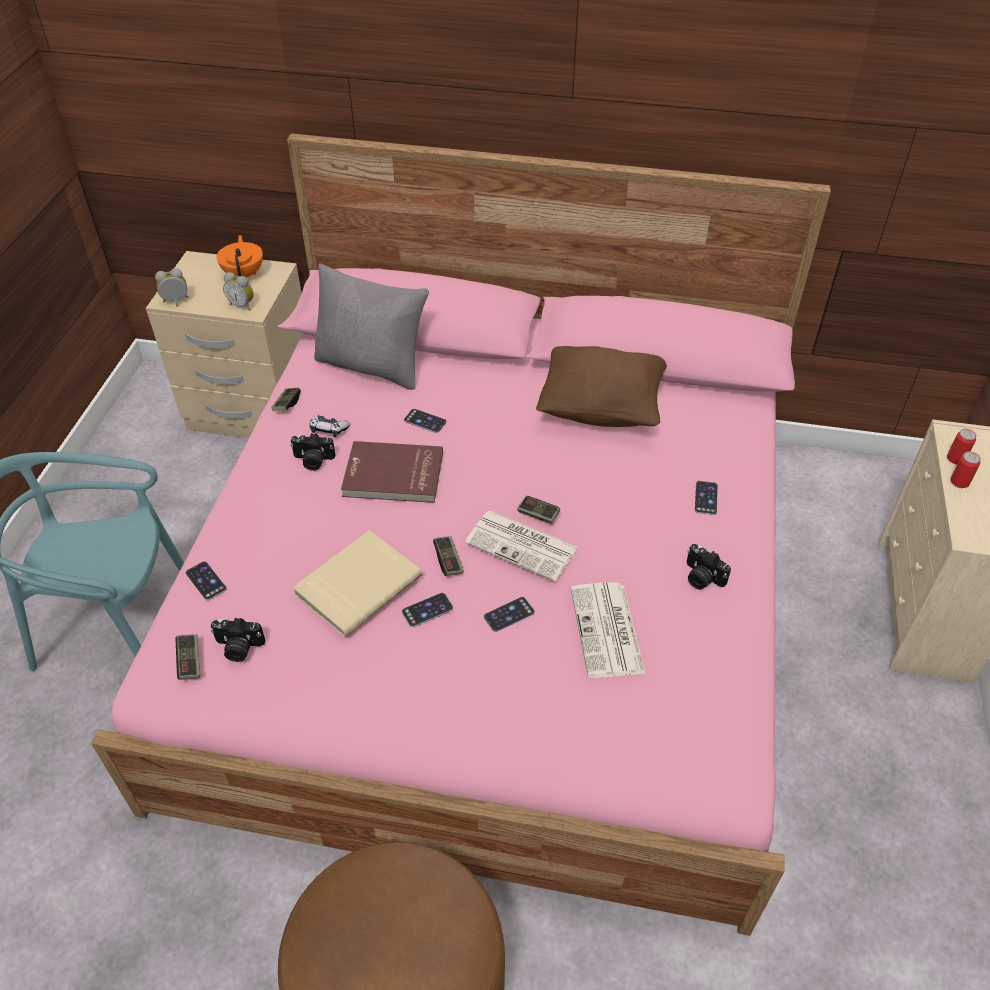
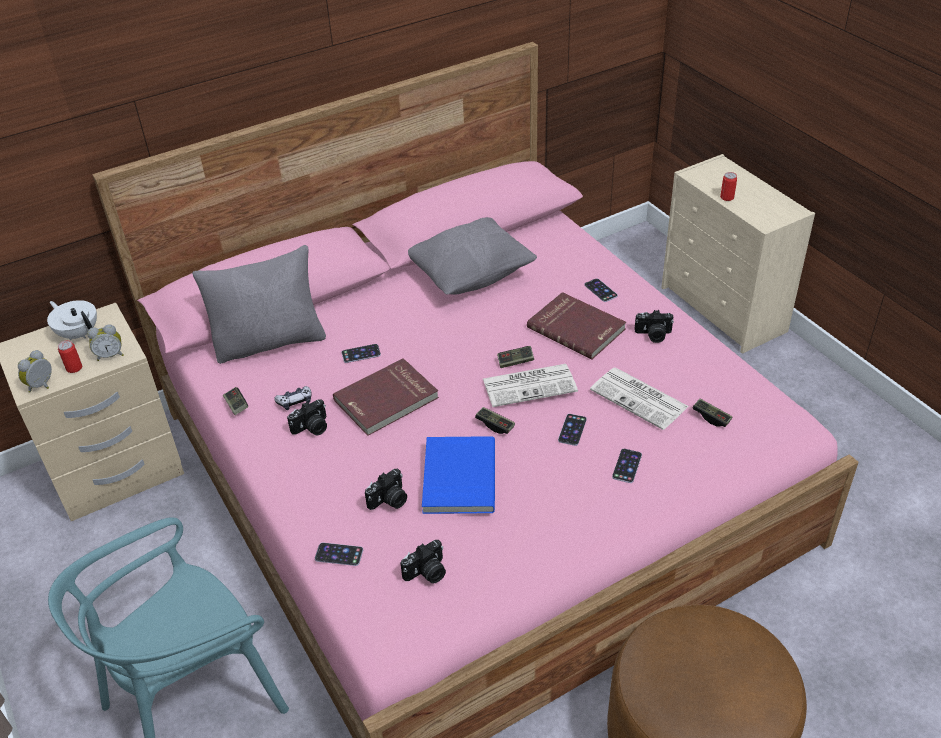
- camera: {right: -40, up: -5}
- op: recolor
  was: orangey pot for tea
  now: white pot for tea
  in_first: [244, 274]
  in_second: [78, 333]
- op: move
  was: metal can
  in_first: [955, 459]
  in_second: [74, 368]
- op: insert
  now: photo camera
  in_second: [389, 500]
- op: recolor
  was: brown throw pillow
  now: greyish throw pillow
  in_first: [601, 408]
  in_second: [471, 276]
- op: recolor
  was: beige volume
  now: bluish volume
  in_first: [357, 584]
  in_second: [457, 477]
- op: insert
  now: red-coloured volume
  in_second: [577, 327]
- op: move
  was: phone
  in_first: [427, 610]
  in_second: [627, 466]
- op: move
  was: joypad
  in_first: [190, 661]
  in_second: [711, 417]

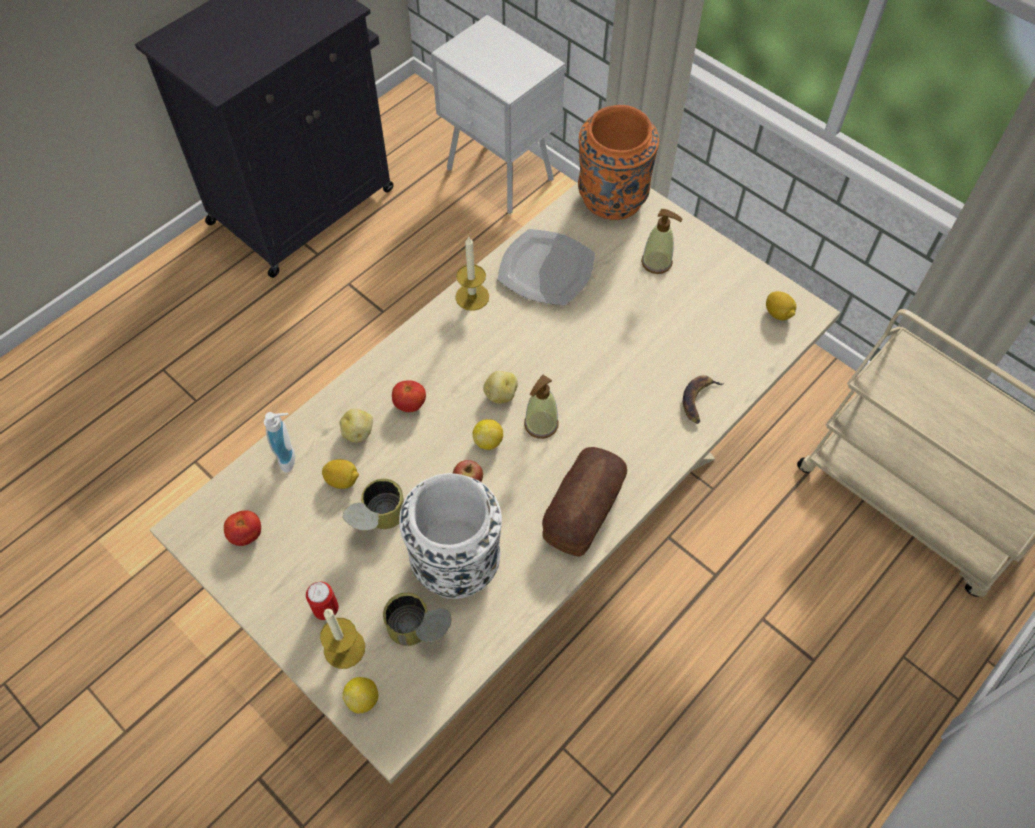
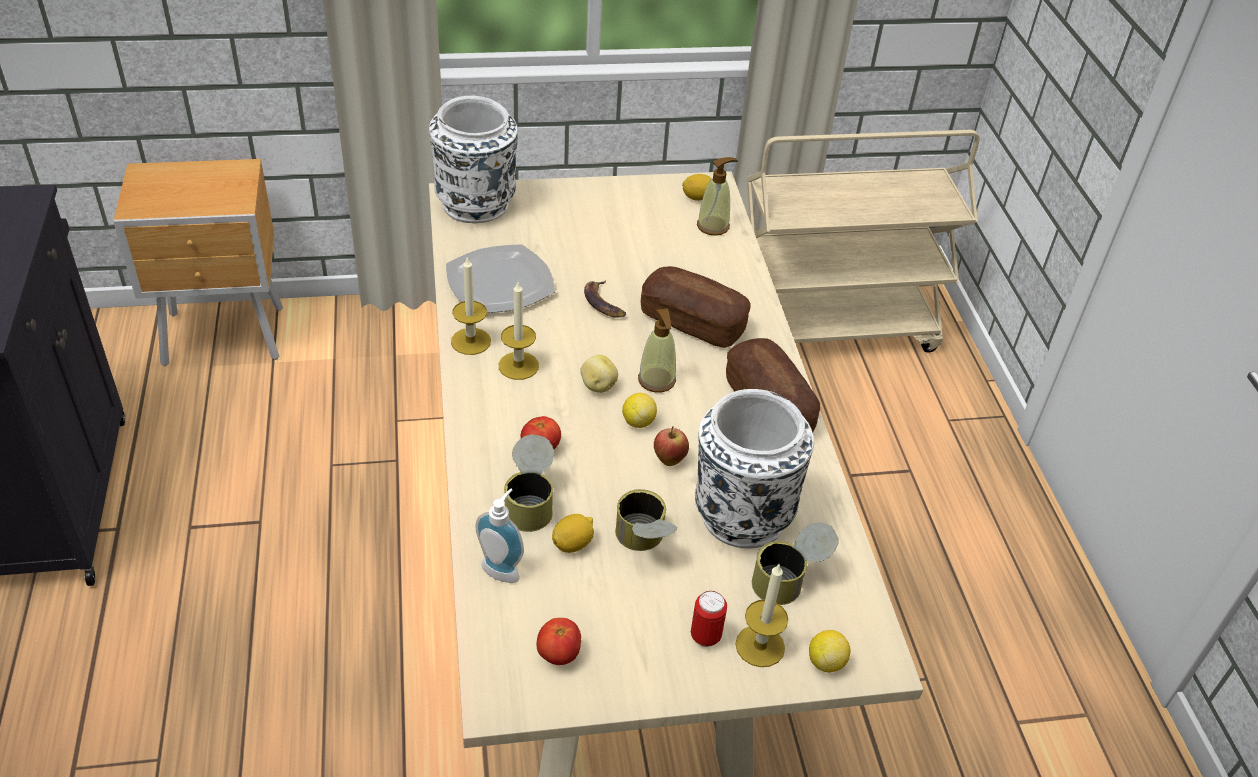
- camera: {right: -55, up: -15}
- op: recolor
  was: white bedside table
  now: brown bedside table
  in_first: [500, 176]
  in_second: [227, 338]
- op: recolor
  was: orangey vase
  now: white vase
  in_first: [612, 199]
  in_second: [476, 205]
- op: insert
  now: wax candle
  in_second: [518, 366]
- op: replace
  was: potato
  now: metal can
  in_first: [358, 432]
  in_second: [531, 501]
- op: move
  was: banana fruit
  in_first: [699, 400]
  in_second: [604, 303]
- op: insert
  now: bread
  in_second: [693, 322]
- op: move
  was: soap bottle
  in_first: [657, 262]
  in_second: [713, 226]

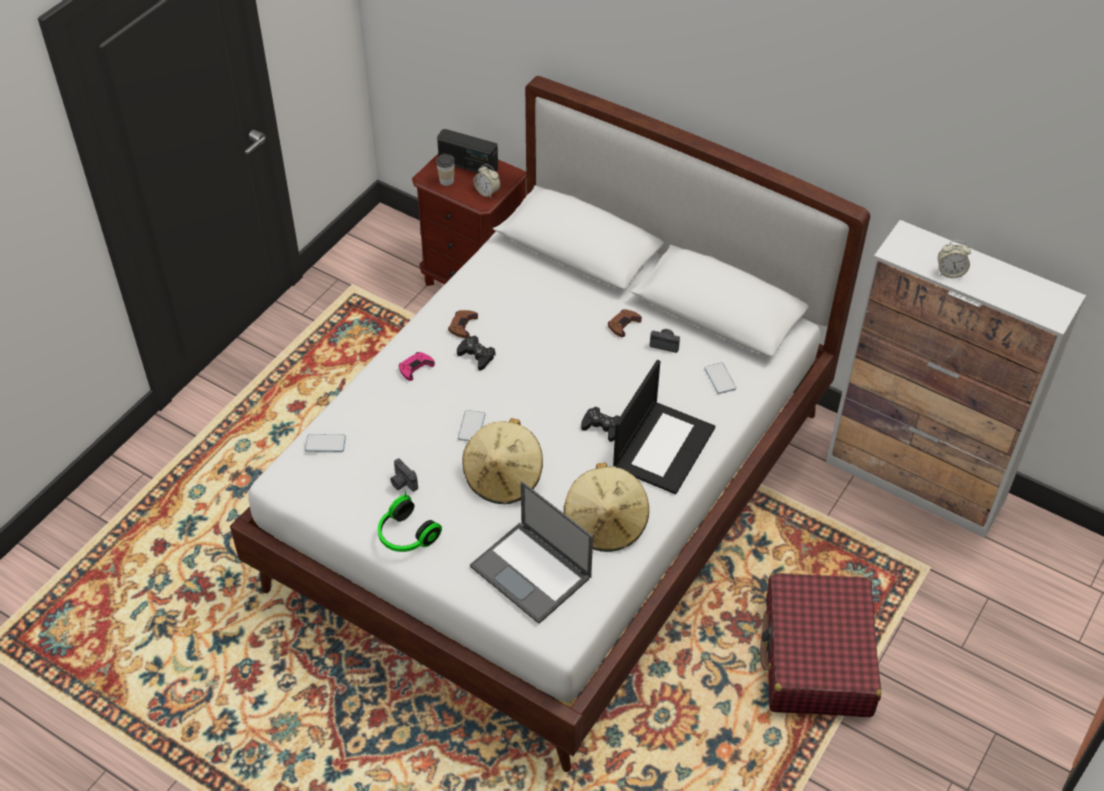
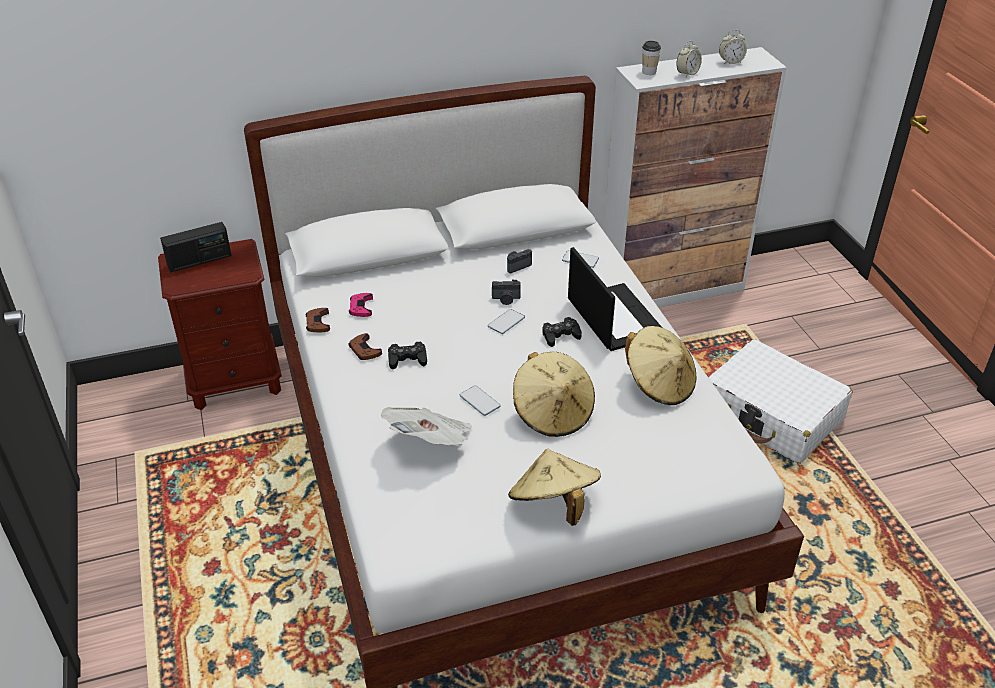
- camera: {right: -50, up: -10}
- op: move
  was: brown joypad
  in_first: [623, 324]
  in_second: [318, 323]
- op: move
  was: pinkish joypad
  in_first: [415, 367]
  in_second: [361, 307]
- op: insert
  now: newspaper
  in_second: [430, 442]
- op: move
  was: phone
  in_first: [325, 444]
  in_second: [506, 322]
- op: move
  was: photo camera
  in_first: [402, 483]
  in_second: [506, 299]
- op: replace
  was: pair of headphones
  now: beige hat
  in_first: [405, 536]
  in_second: [553, 505]
- op: move
  was: cup
  in_first: [446, 181]
  in_second: [649, 72]
- op: recolor
  was: red-coloured piece of luggage
  now: white piece of luggage
  in_first: [817, 657]
  in_second: [772, 415]
- op: move
  was: table clock
  in_first: [487, 192]
  in_second: [730, 62]
- op: delete
  was: portable computer
  in_first: [532, 572]

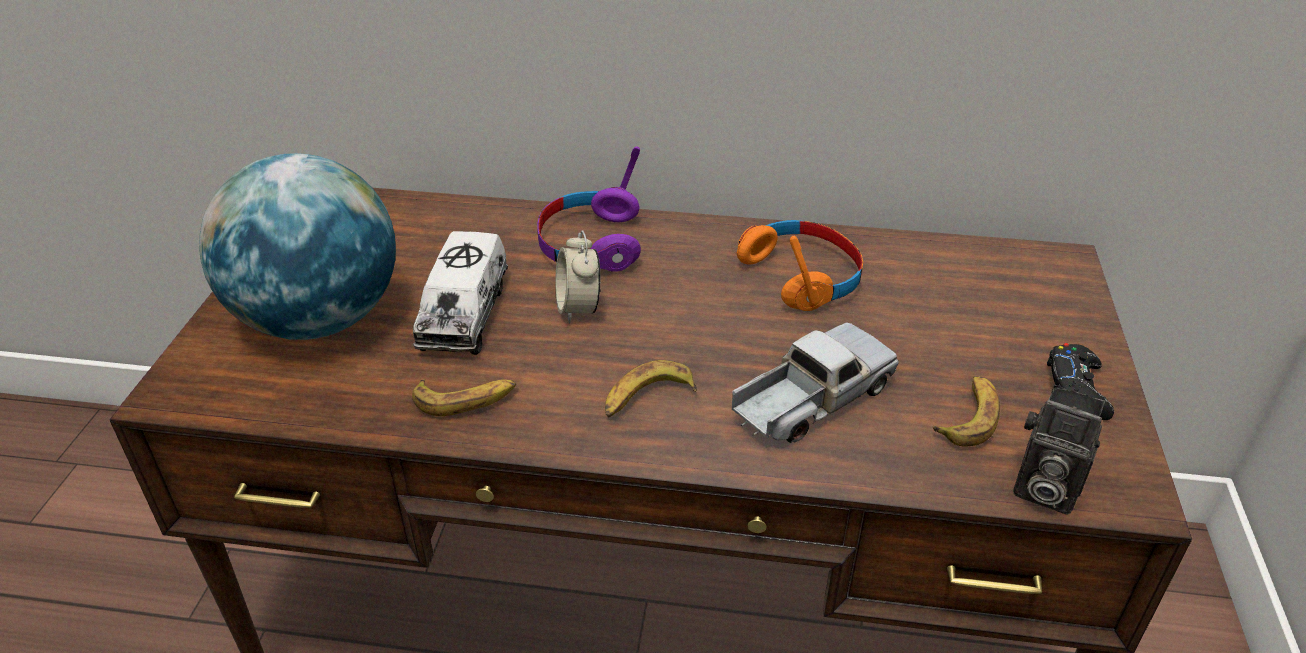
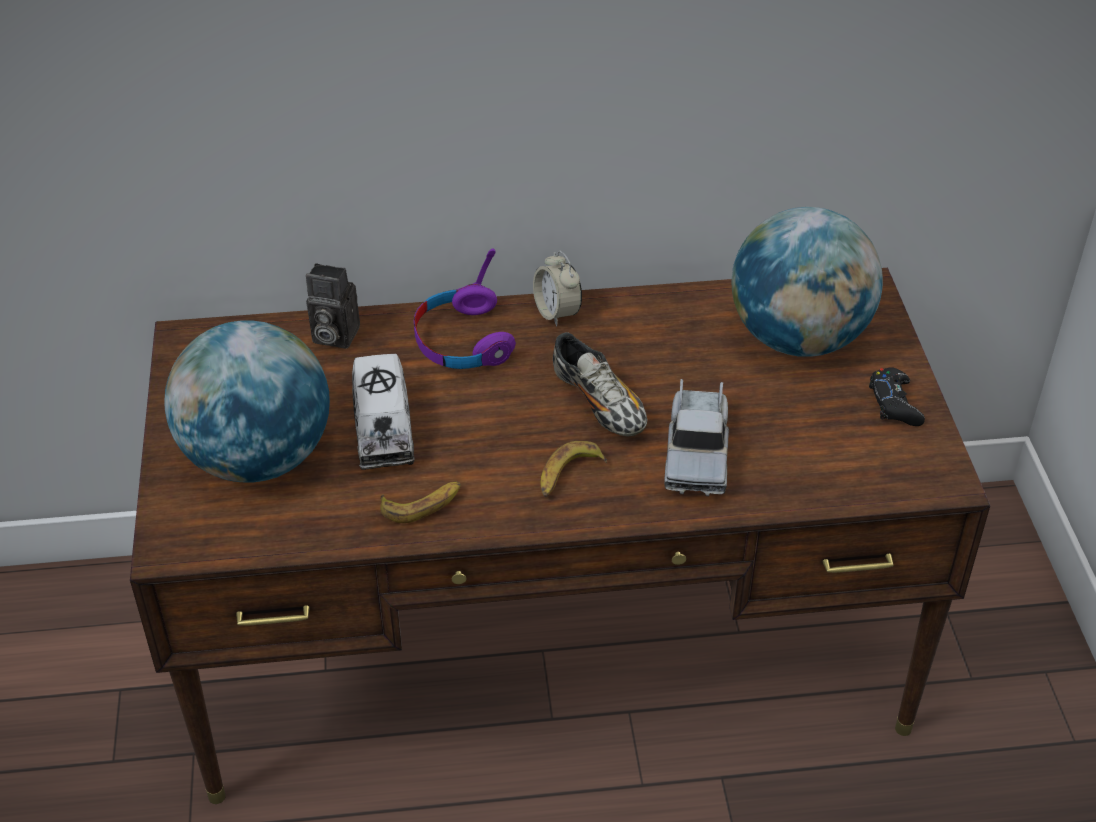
- camera: {right: -15, up: 5}
- op: move
  was: photo camera
  in_first: [1041, 489]
  in_second: [332, 335]
- op: move
  was: table clock
  in_first: [578, 308]
  in_second: [557, 312]
- op: insert
  now: shoe
  in_second: [599, 404]
- op: rotate
  was: toy truck
  in_first: [810, 400]
  in_second: [696, 451]
  clockwise: 150
- op: insert
  now: world globe
  in_second: [798, 338]
- op: delete
  was: orangey pair of headphones
  in_first: [801, 275]
- op: delete
  was: banana fruit
  in_first: [968, 416]

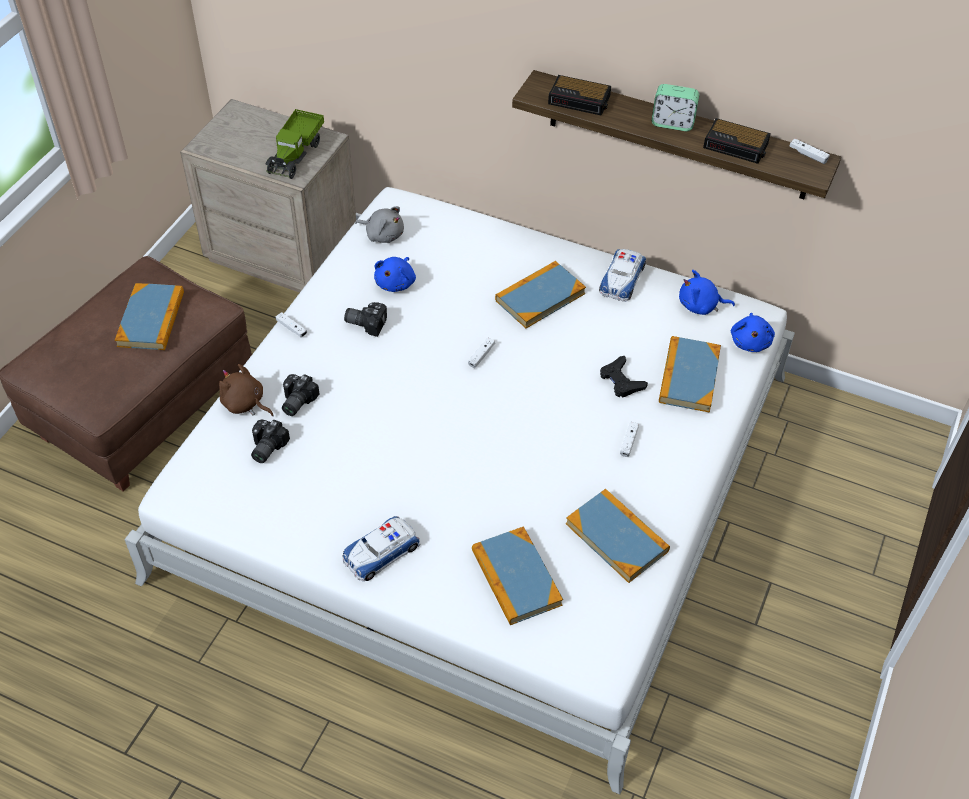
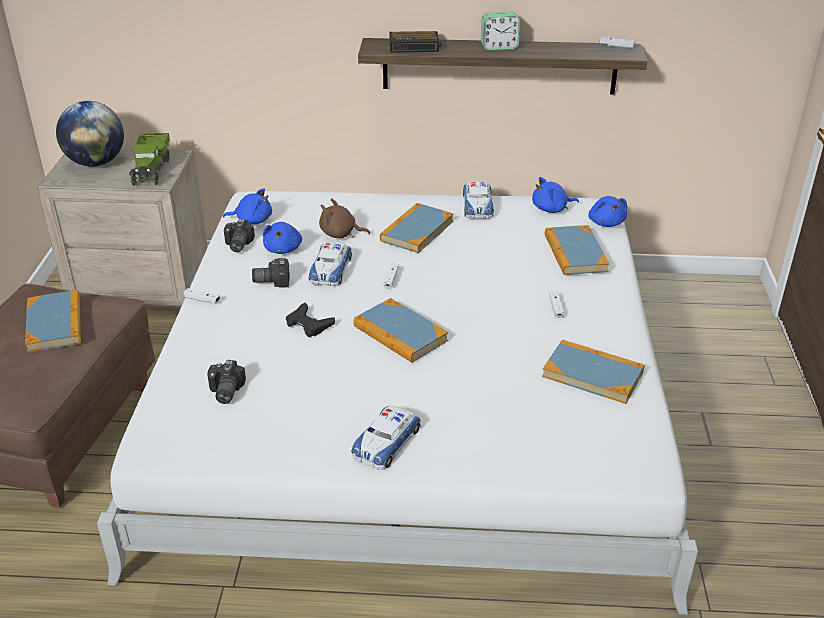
- camera: {right: -20, up: -15}
- op: insert
  now: world globe
  in_second: [96, 163]
- op: recolor
  was: greyish cuddly toy
  now: bluish cuddly toy
  in_first: [383, 234]
  in_second: [252, 220]
- op: move
  was: photo camera
  in_first: [295, 401]
  in_second: [237, 245]
- op: move
  was: black joypad
  in_first: [621, 381]
  in_second: [308, 324]
- op: insert
  now: toy car
  in_second: [330, 270]
- op: move
  was: brown cuddly toy
  in_first: [245, 404]
  in_second: [340, 234]
- op: move
  was: volume
  in_first: [516, 578]
  in_second: [400, 334]
- op: delete
  was: table clock
  in_first: [737, 146]

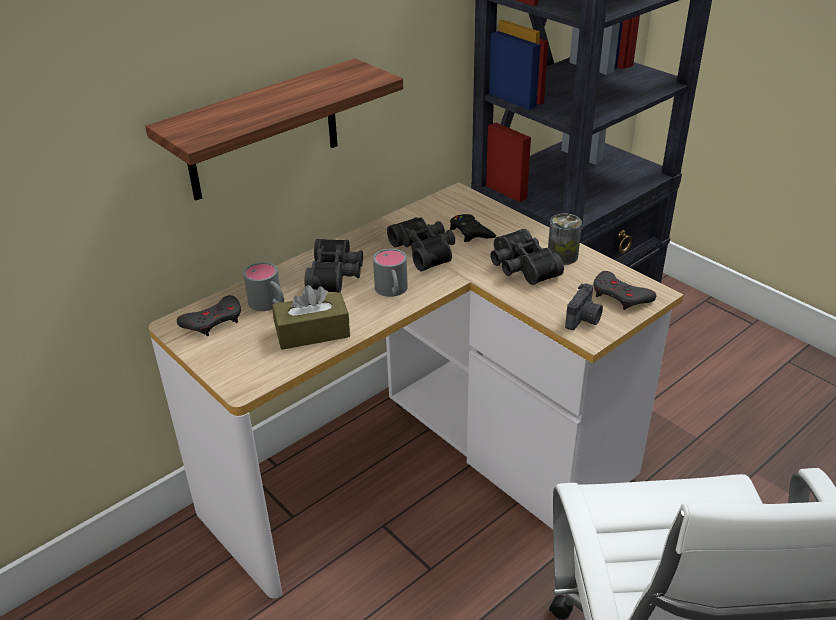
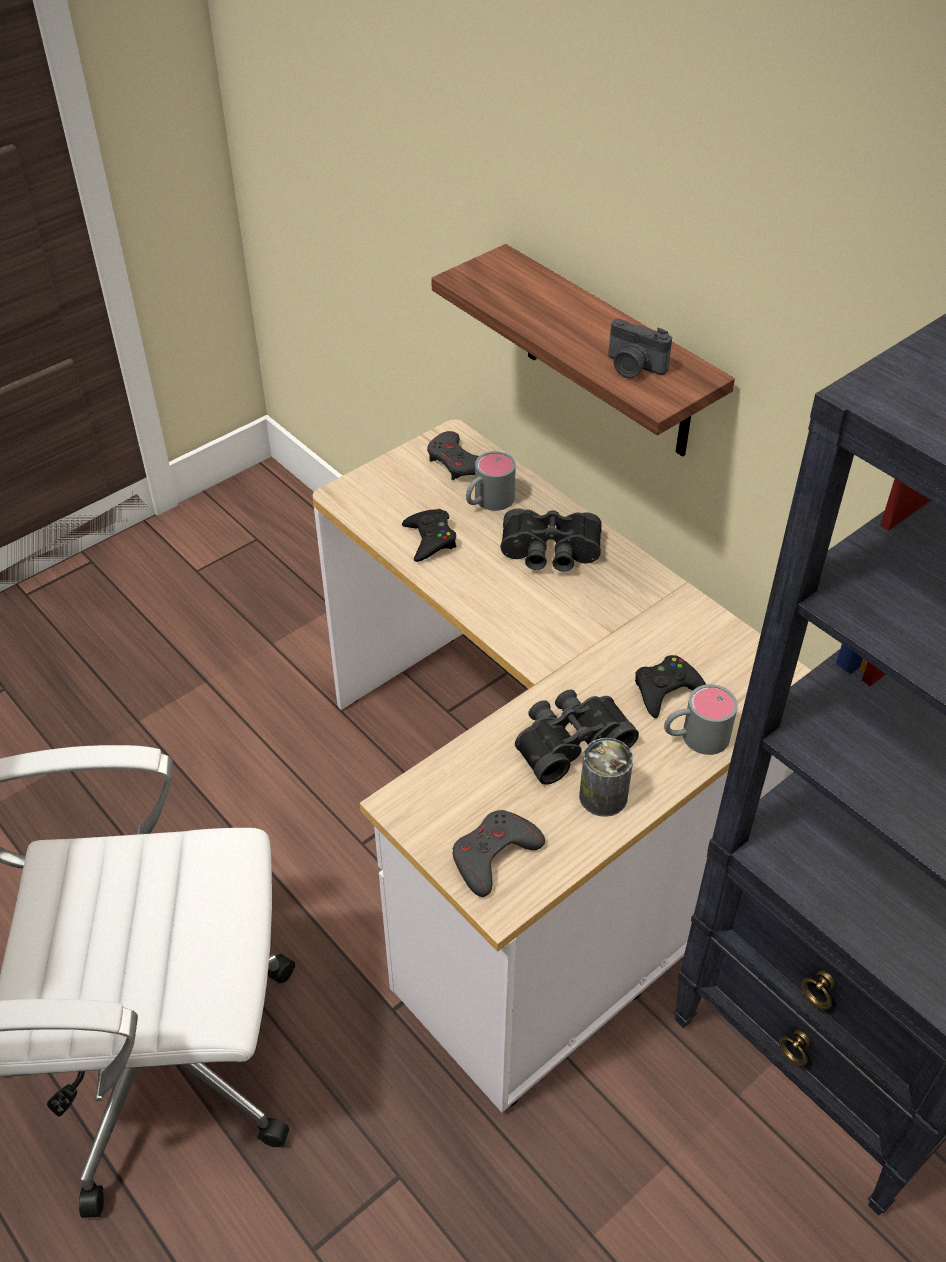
- camera: {right: 90, up: 10}
- op: replace
  was: brown tissue box
  now: black joypad
  in_first: [312, 332]
  in_second: [430, 539]
- op: move
  was: photo camera
  in_first: [584, 319]
  in_second: [633, 367]
- op: move
  was: greyish coffee mug
  in_first: [392, 291]
  in_second: [695, 737]
- op: delete
  was: black pair of binoculars
  in_first: [425, 251]

